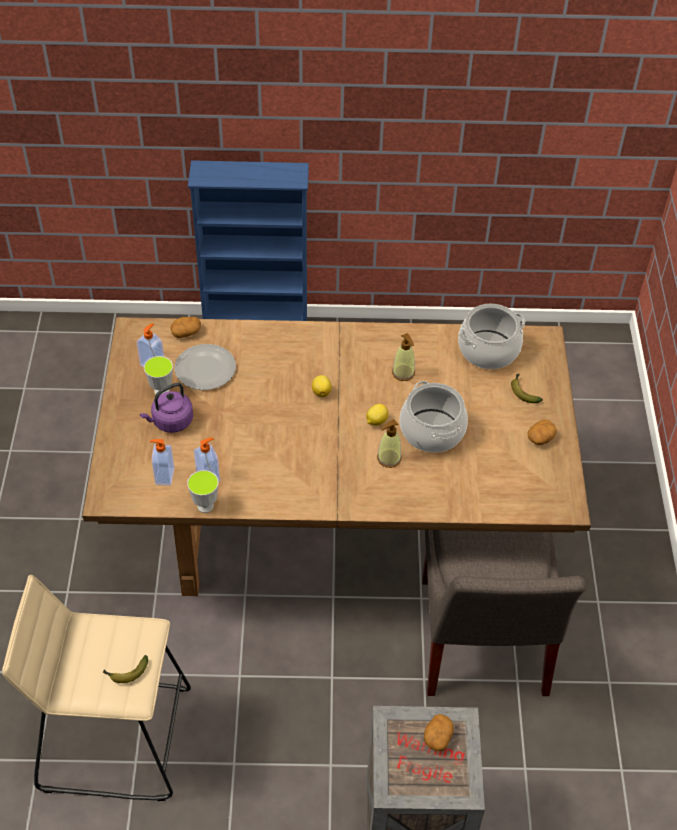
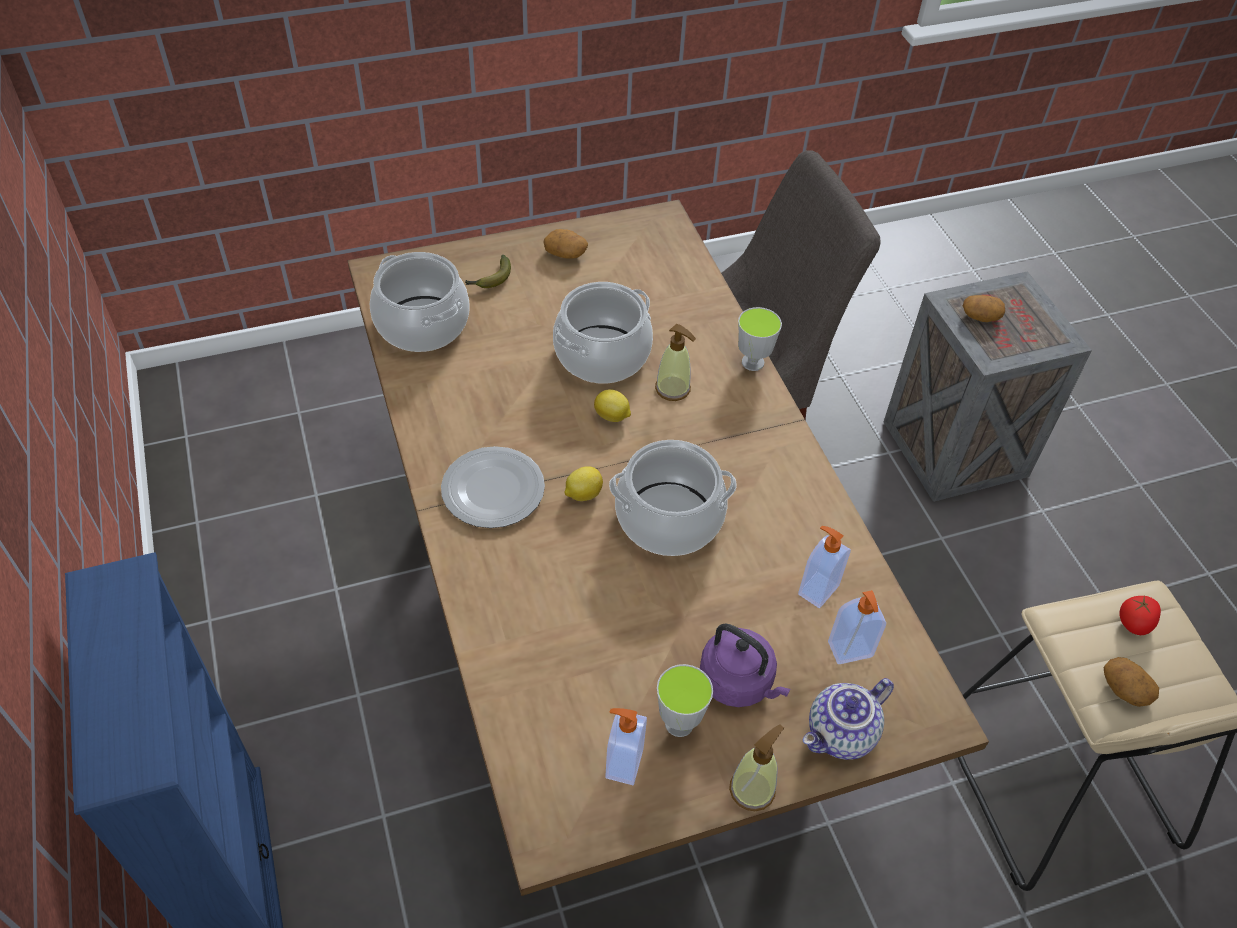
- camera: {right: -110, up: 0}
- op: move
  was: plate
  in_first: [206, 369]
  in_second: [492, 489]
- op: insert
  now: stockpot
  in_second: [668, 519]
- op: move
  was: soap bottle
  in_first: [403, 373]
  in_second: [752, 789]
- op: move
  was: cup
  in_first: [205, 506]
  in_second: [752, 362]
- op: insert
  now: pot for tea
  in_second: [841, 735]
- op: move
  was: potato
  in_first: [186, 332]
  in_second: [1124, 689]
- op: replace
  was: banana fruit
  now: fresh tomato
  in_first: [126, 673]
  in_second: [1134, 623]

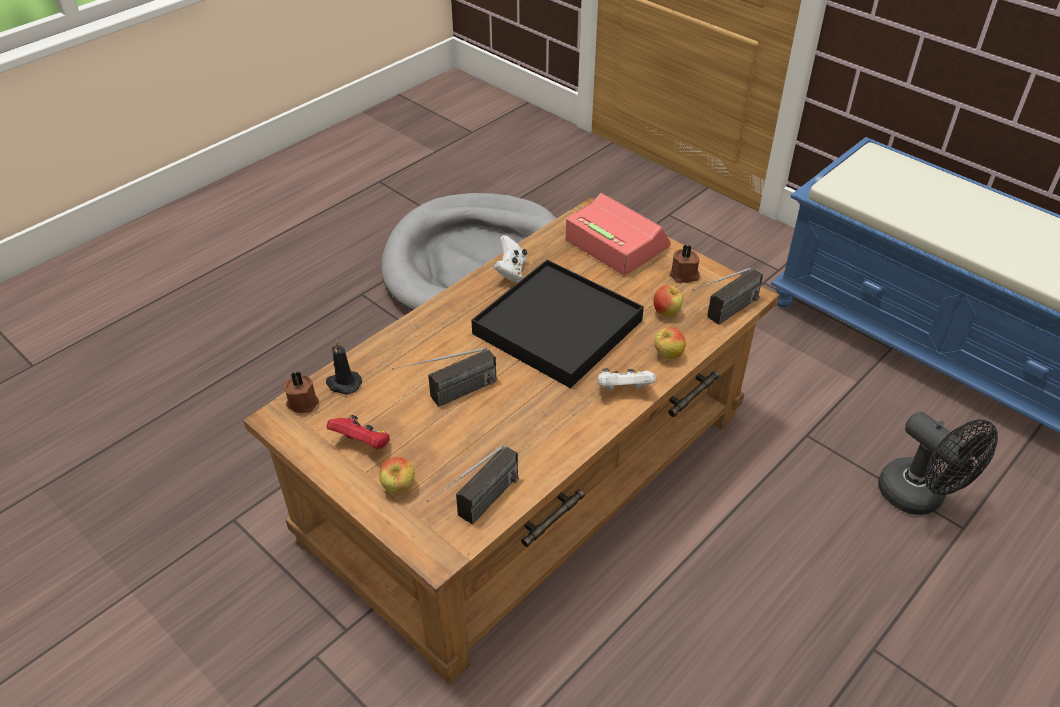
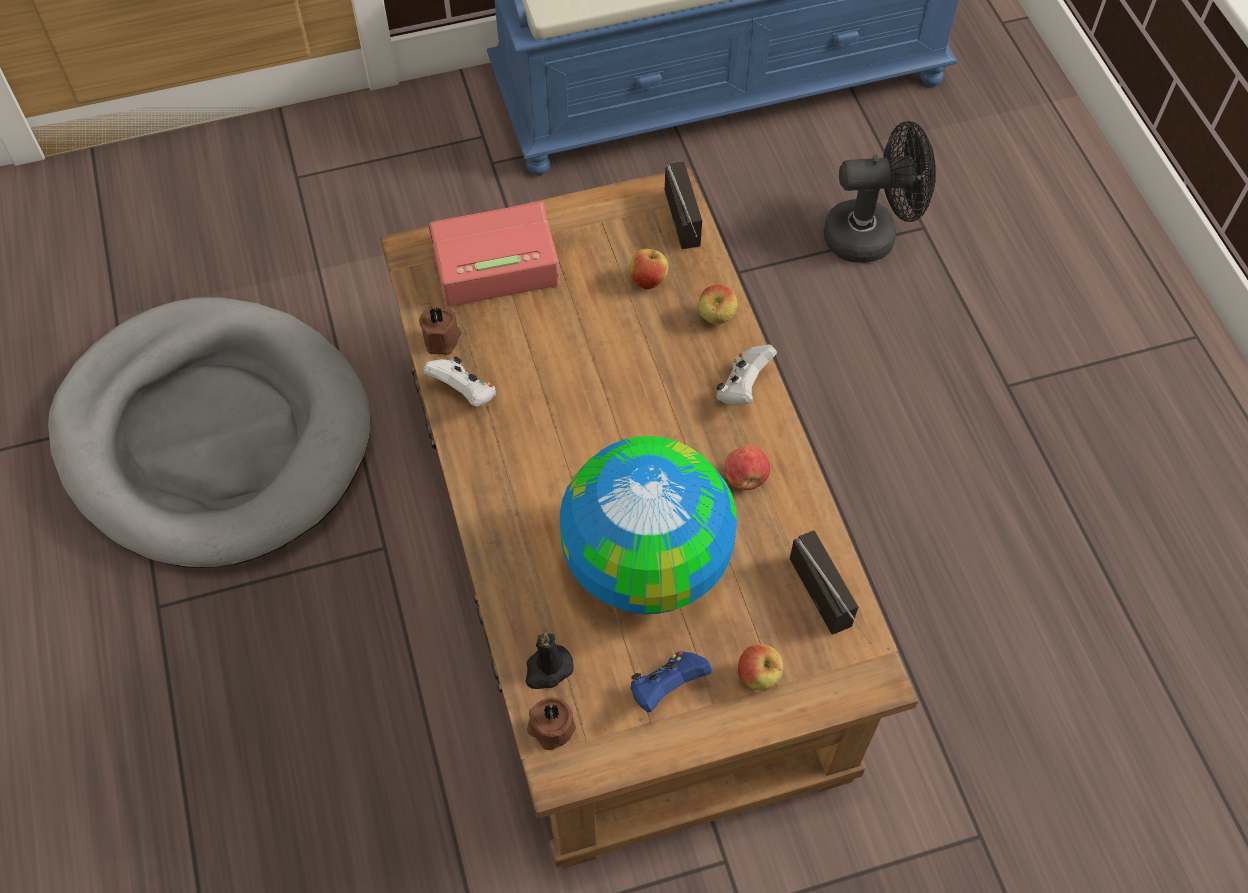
- camera: {right: -60, up: 15}
- op: move
  was: brown wax candle
  in_first: [684, 276]
  in_second: [443, 339]
- op: replace
  was: radio set
  now: world globe
  in_first: [448, 397]
  in_second: [645, 563]
- op: recolor
  was: red-coloured joypad
  now: bluish joypad
  in_first: [363, 444]
  in_second: [667, 688]
- op: insert
  now: apple
  in_second: [745, 478]
- op: delete
  was: black carrying tray
  in_first: [557, 327]

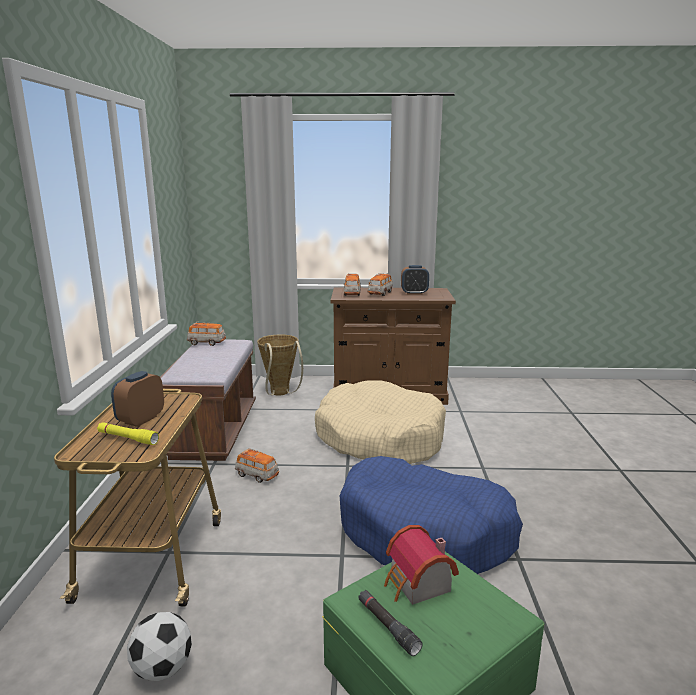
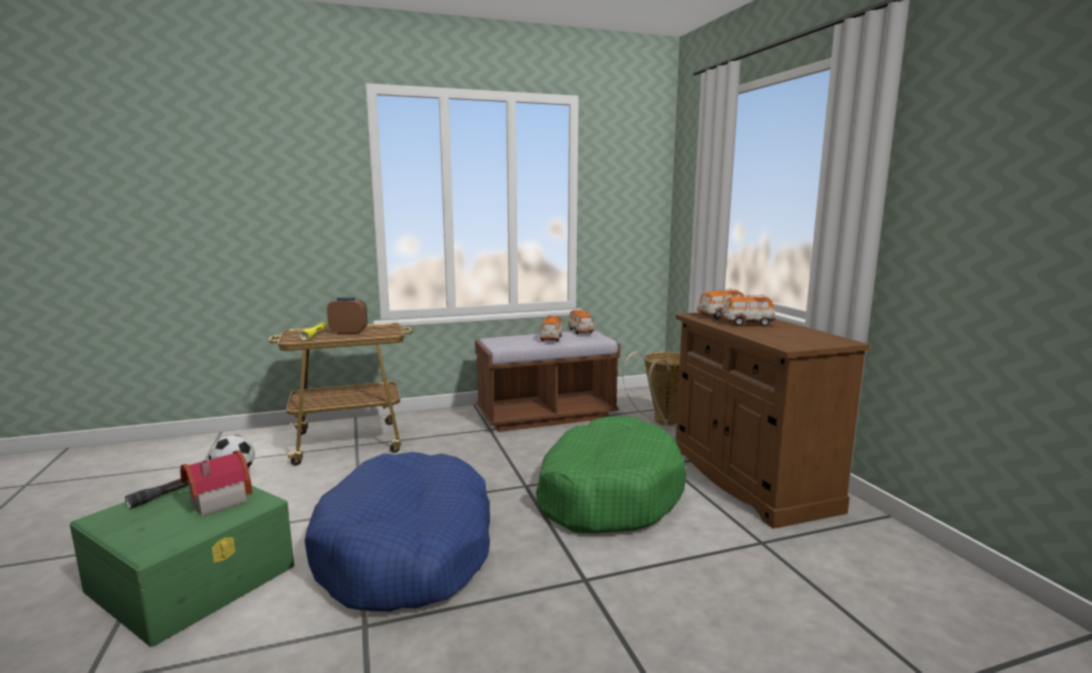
- camera: {right: 70, up: -5}
- op: recolor
  was: beige dog cushion
  now: greenish dog cushion
  in_first: [379, 438]
  in_second: [607, 493]
- op: move
  was: toy car
  in_first: [257, 475]
  in_second: [551, 339]
- op: delete
  was: table clock
  in_first: [414, 293]

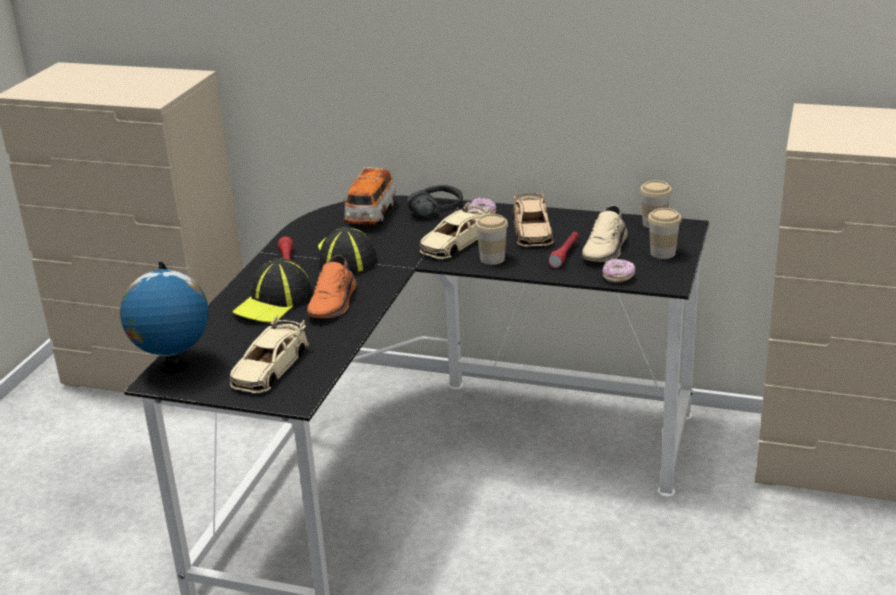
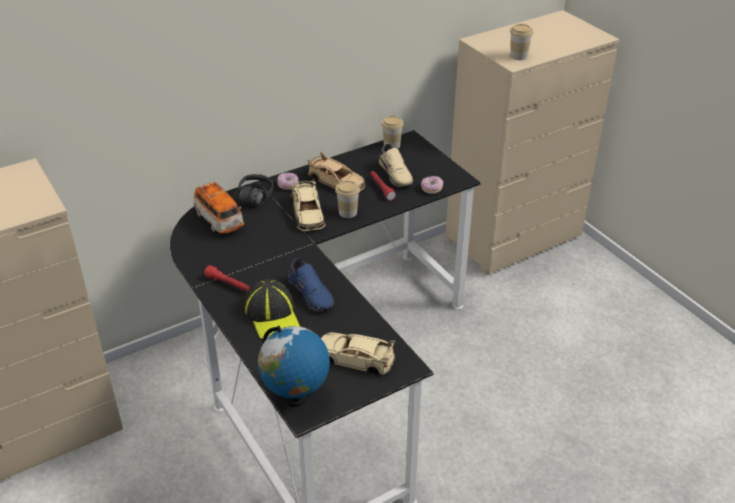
- camera: {right: -50, up: 10}
- op: recolor
  was: orangey shoe
  now: bluish shoe
  in_first: [334, 303]
  in_second: [312, 293]
- op: rotate
  was: beige toy car
  in_first: [270, 368]
  in_second: [355, 358]
  clockwise: 135
- op: move
  was: cup
  in_first: [662, 253]
  in_second: [518, 56]
- op: delete
  was: cap
  in_first: [345, 256]

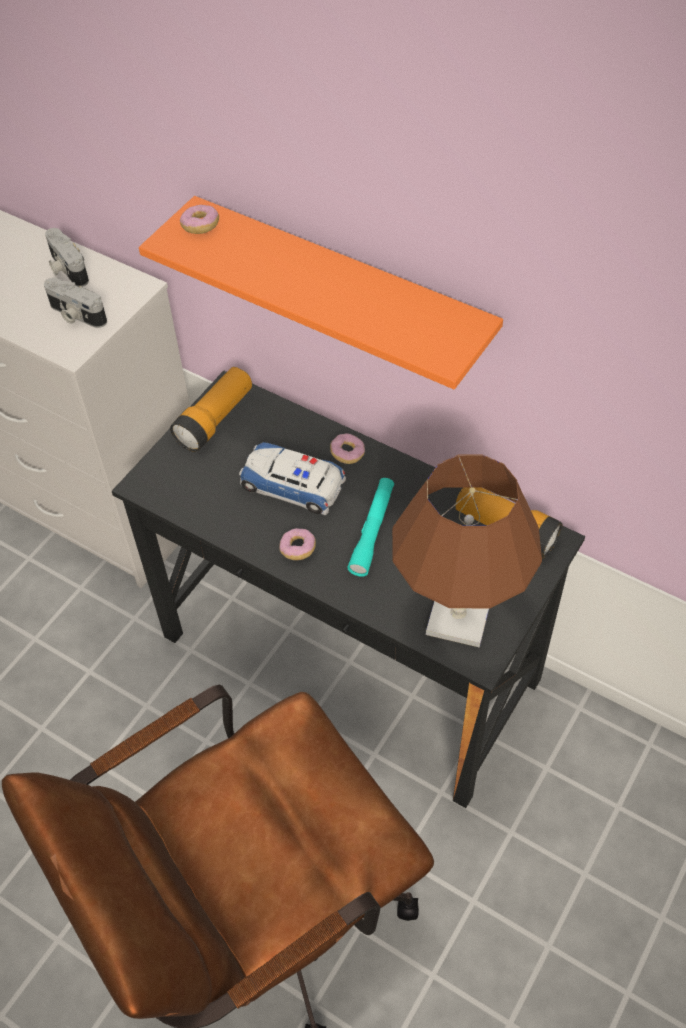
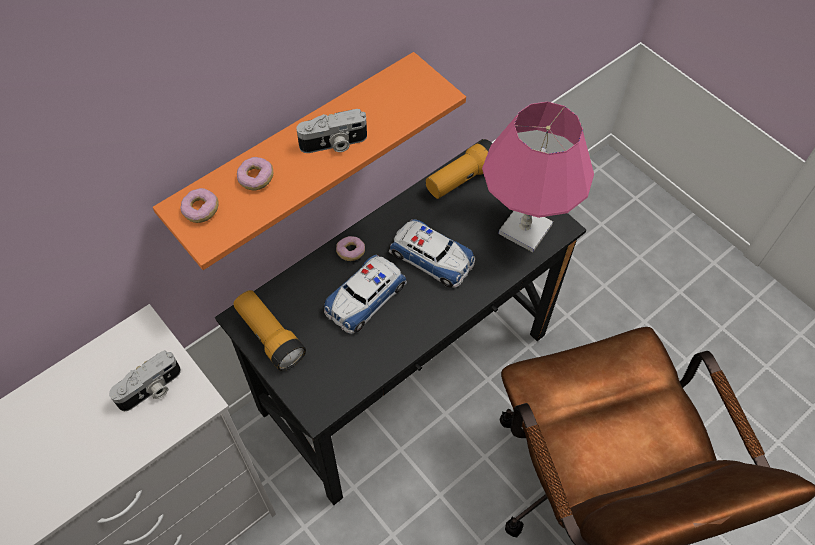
- camera: {right: -75, up: 5}
- op: move
  was: donut
  in_first: [298, 549]
  in_second: [256, 179]
- op: move
  was: photo camera
  in_first: [66, 269]
  in_second: [334, 144]
- op: replace
  was: turquoise-coloured flashlight
  now: toy car
  in_first: [372, 531]
  in_second: [432, 257]
- op: recolor
  was: brown tabletop lamp
  now: pinkish tabletop lamp
  in_first: [458, 617]
  in_second: [524, 229]

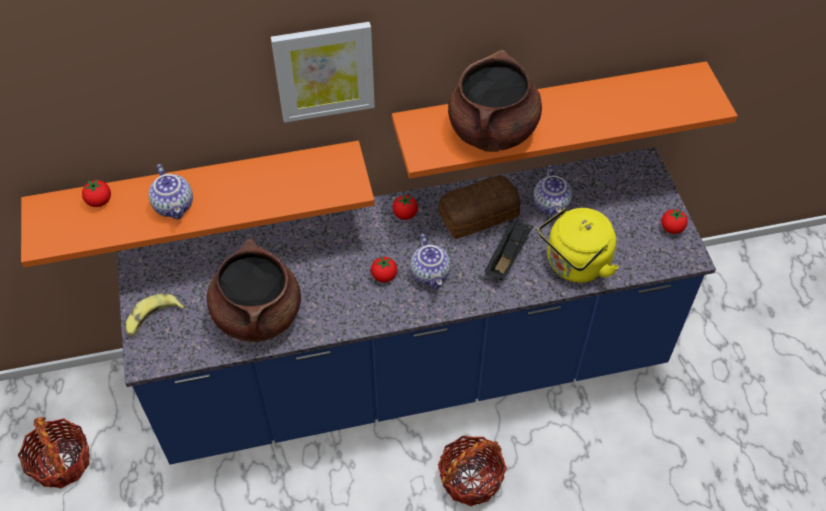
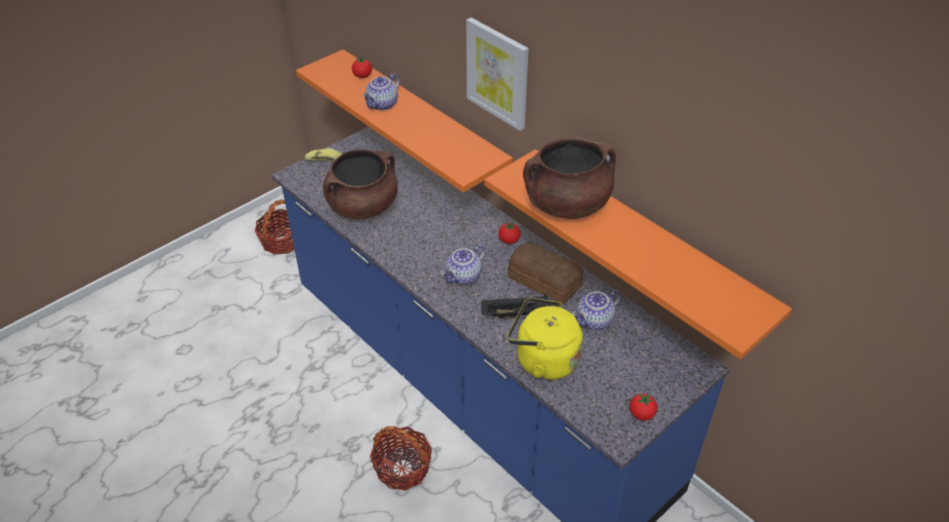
- camera: {right: 60, up: -10}
- op: delete
  was: fresh tomato
  in_first: [384, 276]

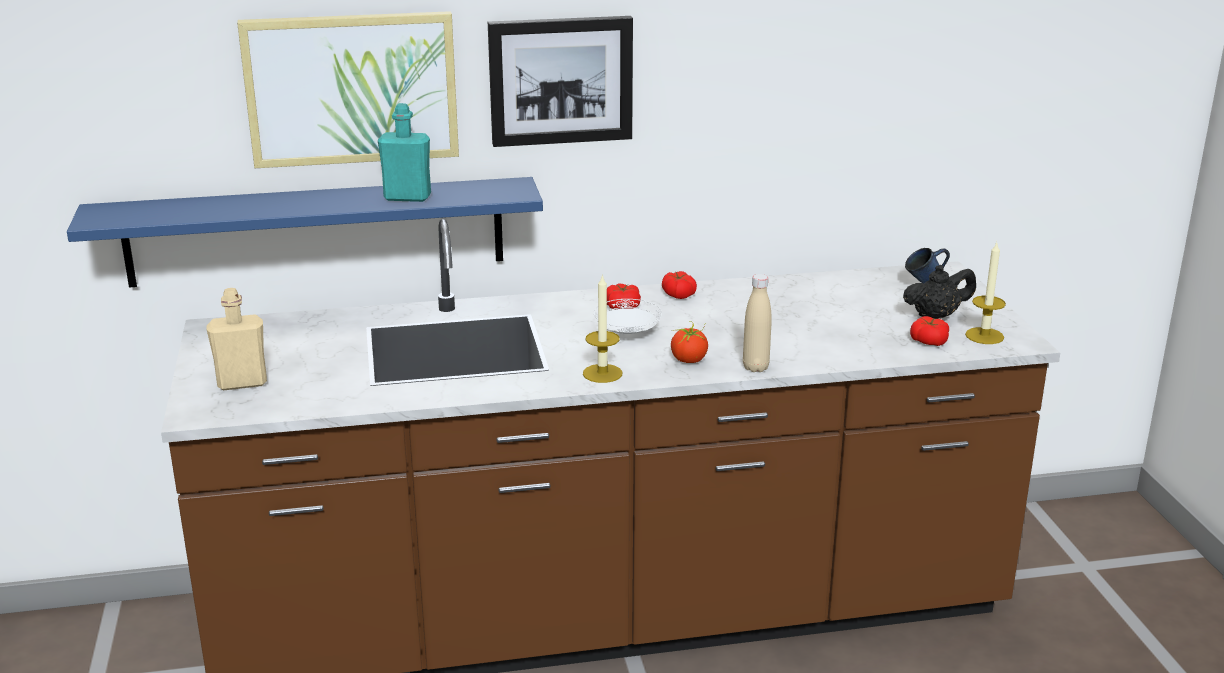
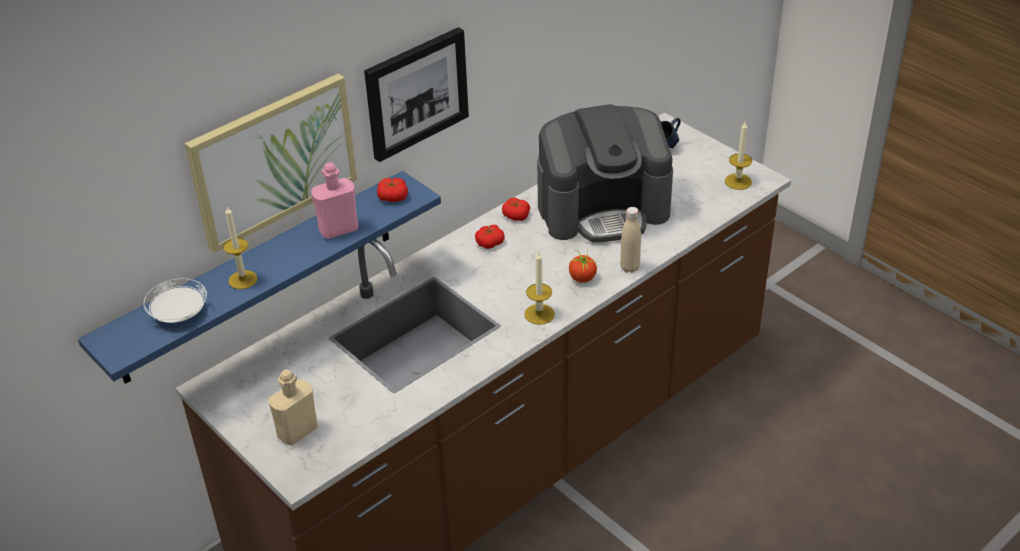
- camera: {right: -30, up: 15}
- op: move
  was: white plate
  in_first: [628, 333]
  in_second: [179, 314]
- op: insert
  now: wax candle
  in_second: [243, 279]
- op: recolor
  was: turquoise-coloured drink bottle
  now: pinkish drink bottle
  in_first: [407, 197]
  in_second: [338, 229]
- op: move
  was: fresh tomato
  in_first: [928, 341]
  in_second: [393, 197]
- op: insert
  now: coffee brewer
  in_second: [603, 208]
- op: delete
  was: black pot for tea
  in_first: [936, 316]

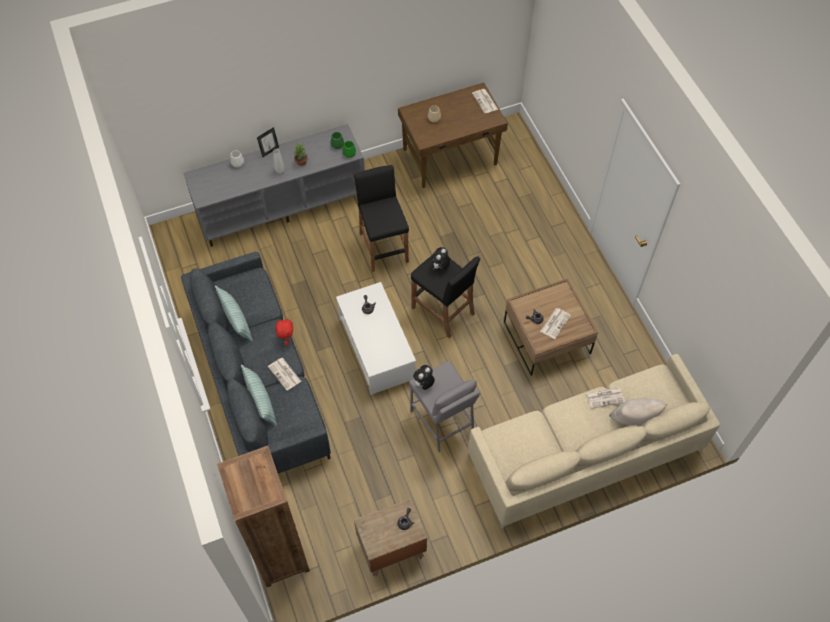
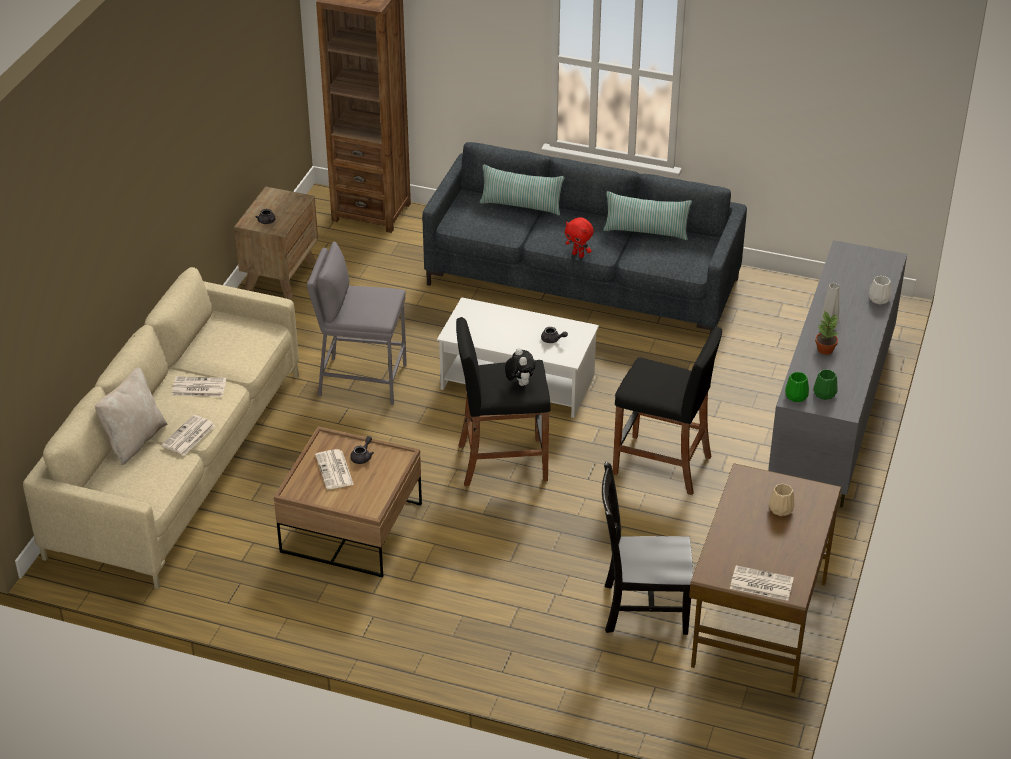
- camera: {right: 130, up: -20}
- op: move
  was: newspaper
  in_first: [285, 374]
  in_second: [198, 387]
- op: insert
  now: black chair
  in_second: [642, 608]
- op: delete
  was: standing frame
  in_first: [269, 151]
- op: delete
  was: cuddly toy
  in_first: [423, 384]

